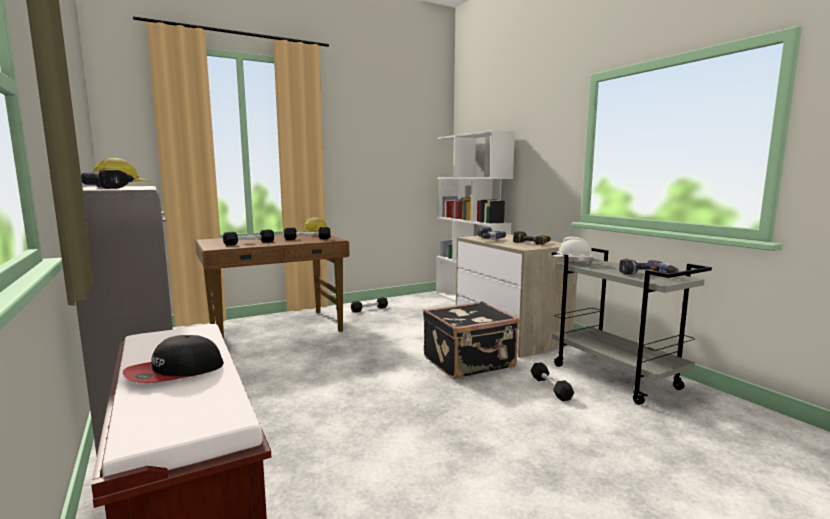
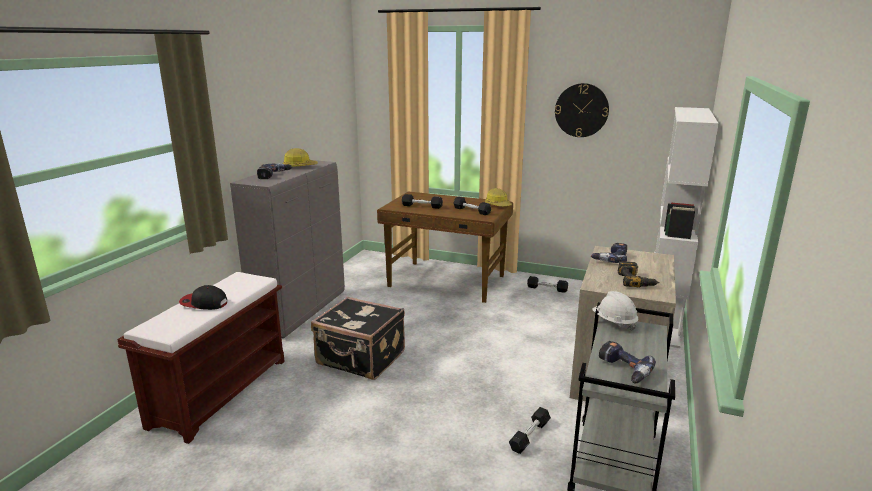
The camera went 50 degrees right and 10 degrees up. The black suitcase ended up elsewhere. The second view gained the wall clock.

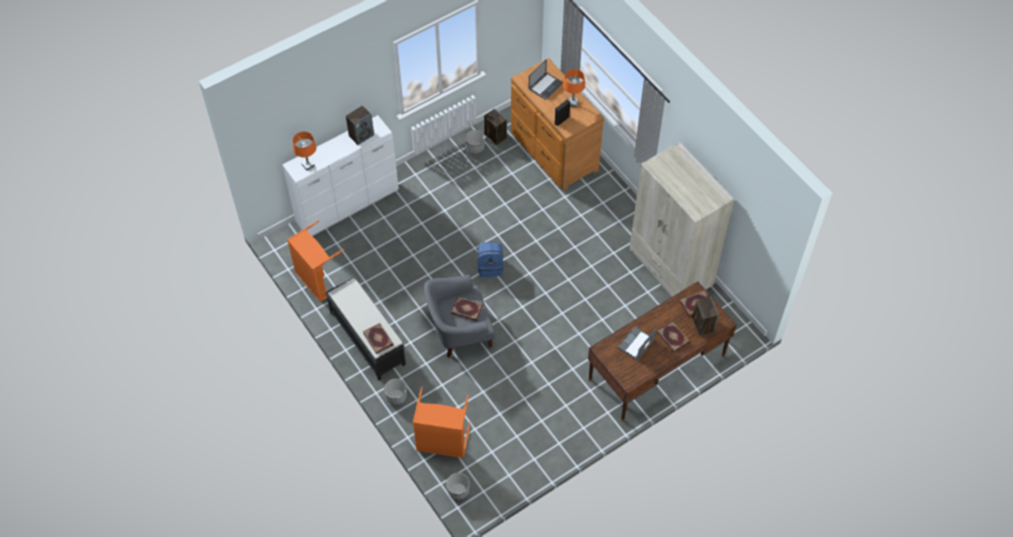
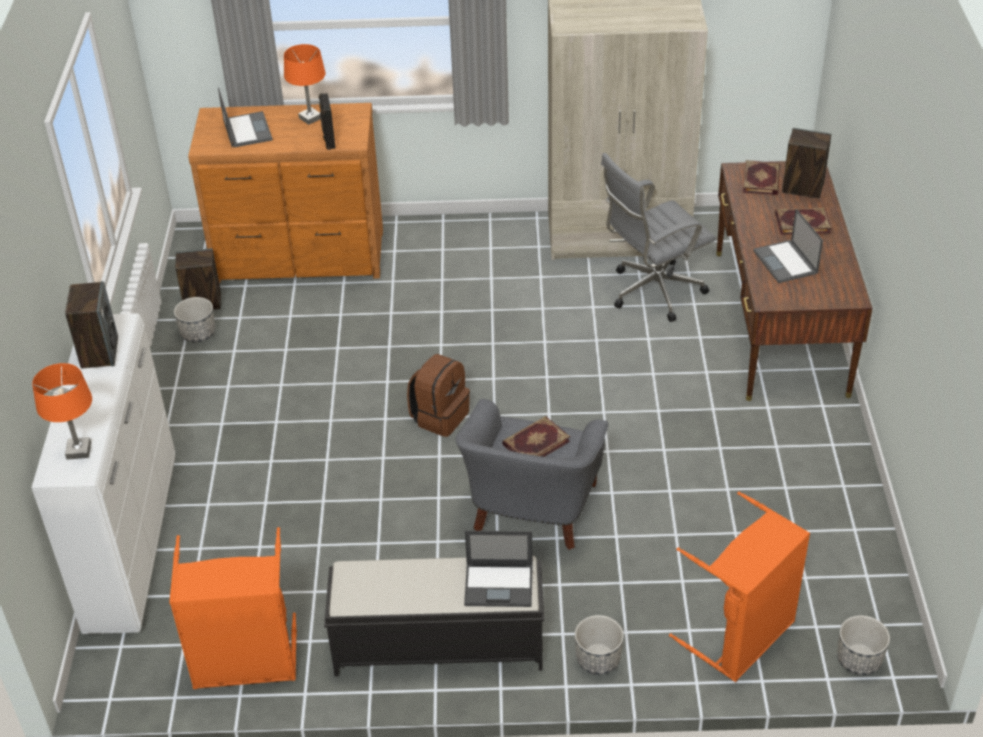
The camera went 55 degrees left and 15 degrees down. What was the blue backpack turned into the brown backpack. Where the book (no. 1 from left) stood, the laptop (no. 2 from left) came to stand. The second view gained the grey office chair.

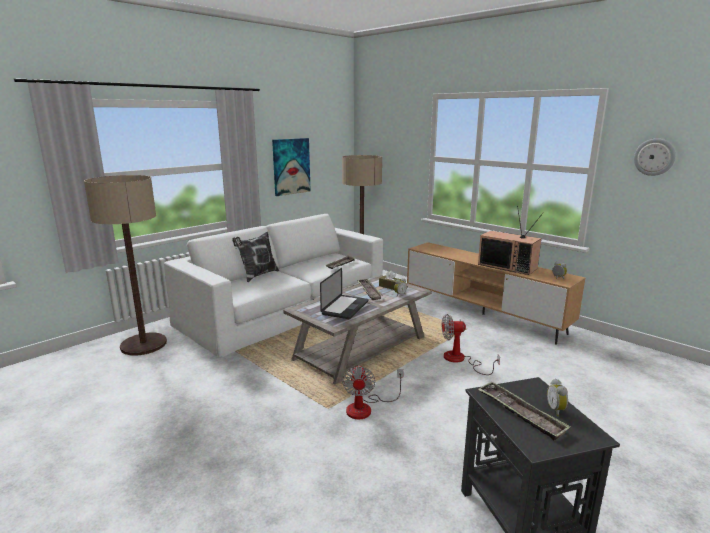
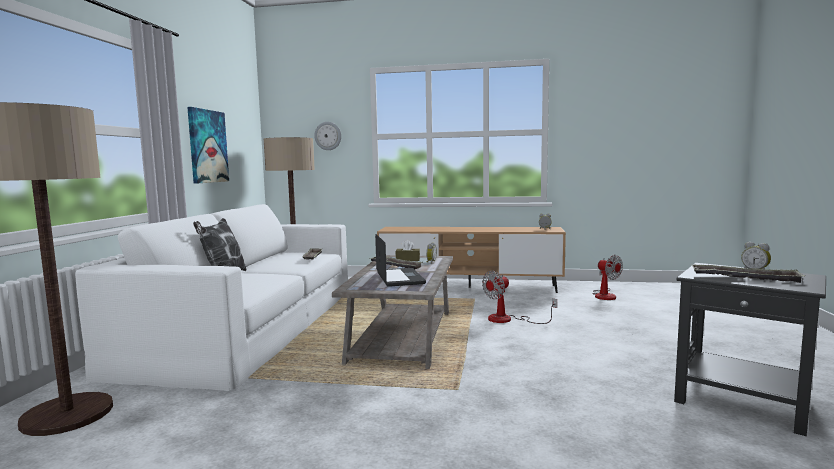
The camera went 35 degrees left and 10 degrees down. The wall clock ended up elsewhere. The fan (no. 1 from left in the first image) ended up elsewhere. The second view lost the television.

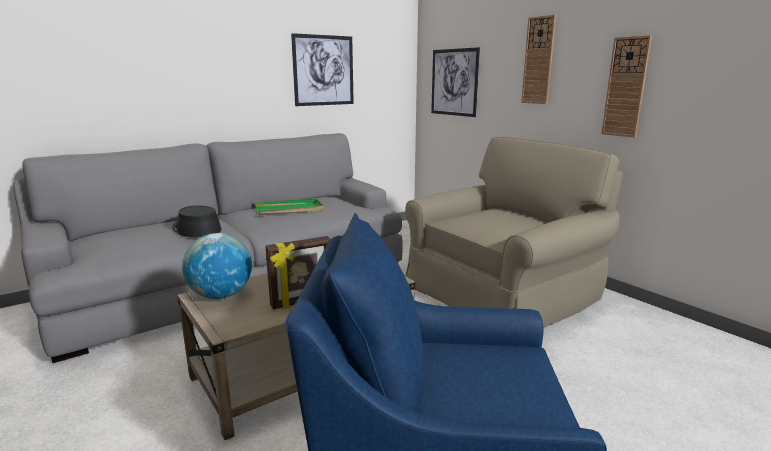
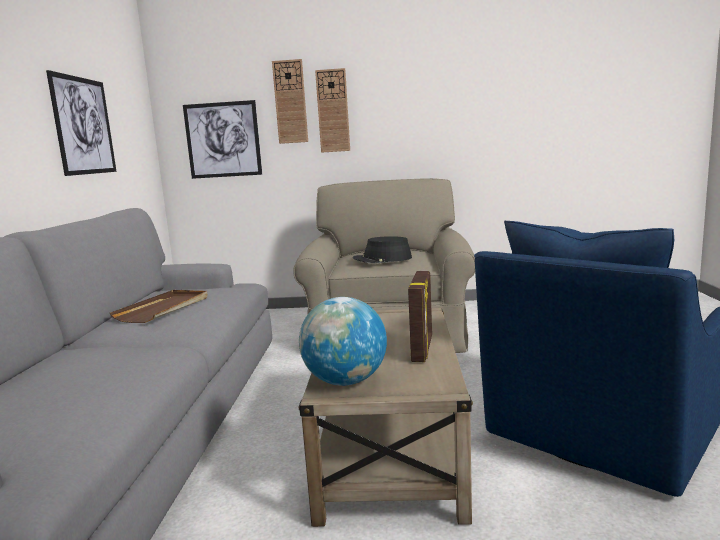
The camera went 50 degrees left and 5 degrees down. What was the green tray turned into the brown tray. The wall clock (no. 2 from left in the first image) ended up elsewhere. The black hat ended up elsewhere.

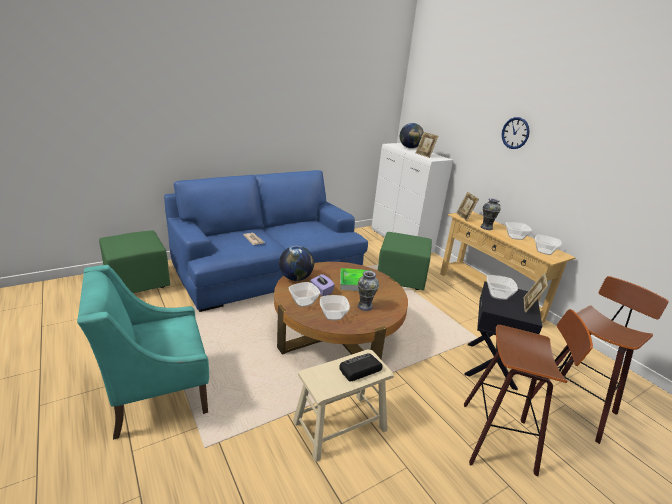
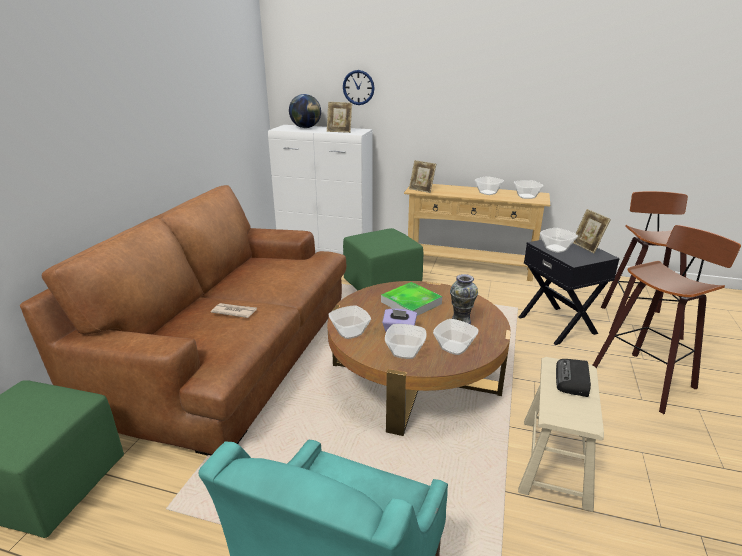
The camera went 40 degrees left and 0 degrees up. What was the blue sofa turned into the brown sofa. Where the globe (no. 1 from left) stood, the bowl (no. 1 from left) came to stand. The wall clock ended up elsewhere. The second view lost the vase (no. 2 from left).

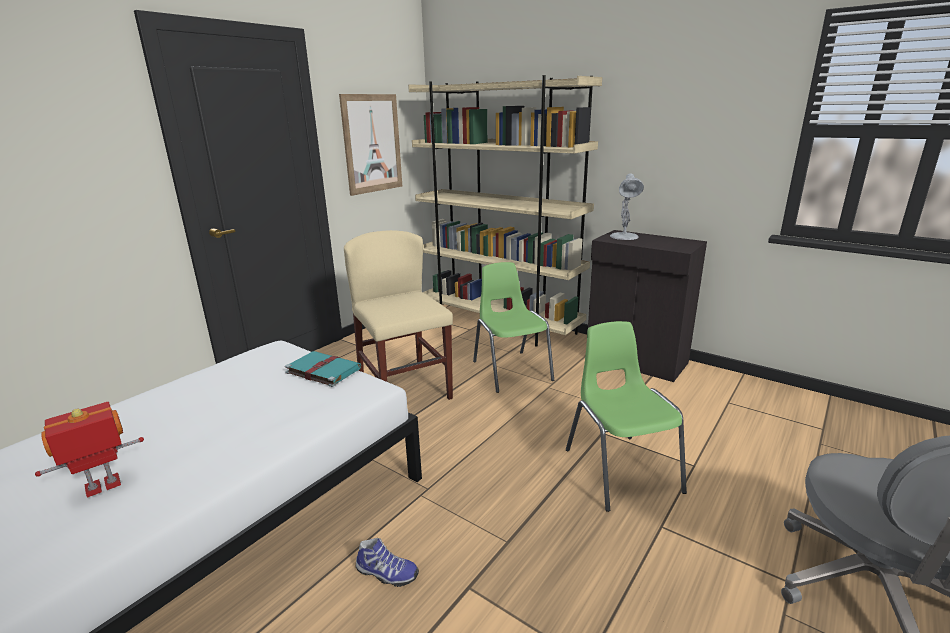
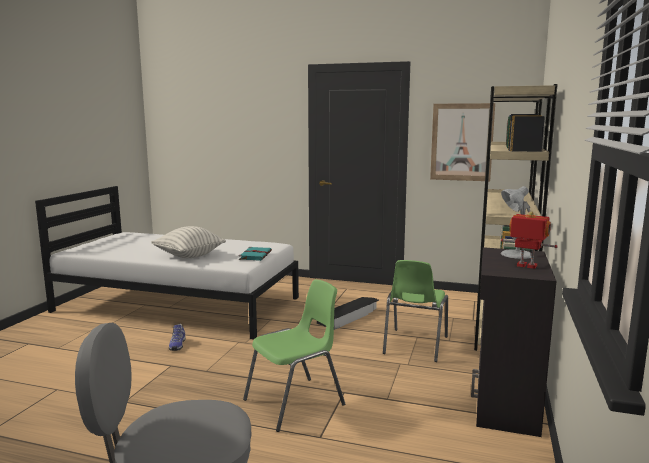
The camera went 70 degrees right and 10 degrees down. The second view gained the pillow. Where the beige chair stood, the black storage box came to stand. The green chair (no. 1 from left in the first image) ended up facing another way, 150 degrees clockwise from before. The toy robot ended up elsewhere.

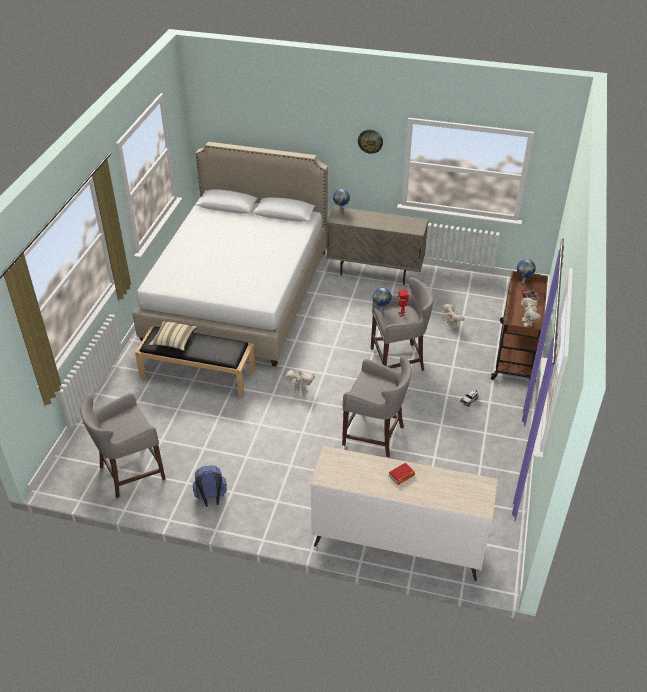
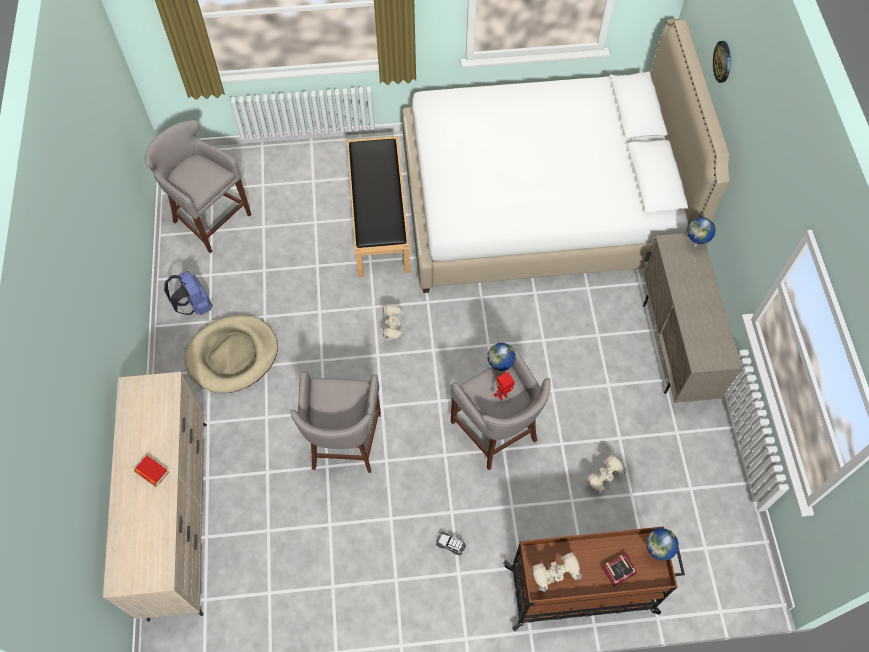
The camera went 70 degrees right and 20 degrees up. The second view gained the beige dog bed. The wall clock ended up elsewhere. The second view lost the beige pillow.

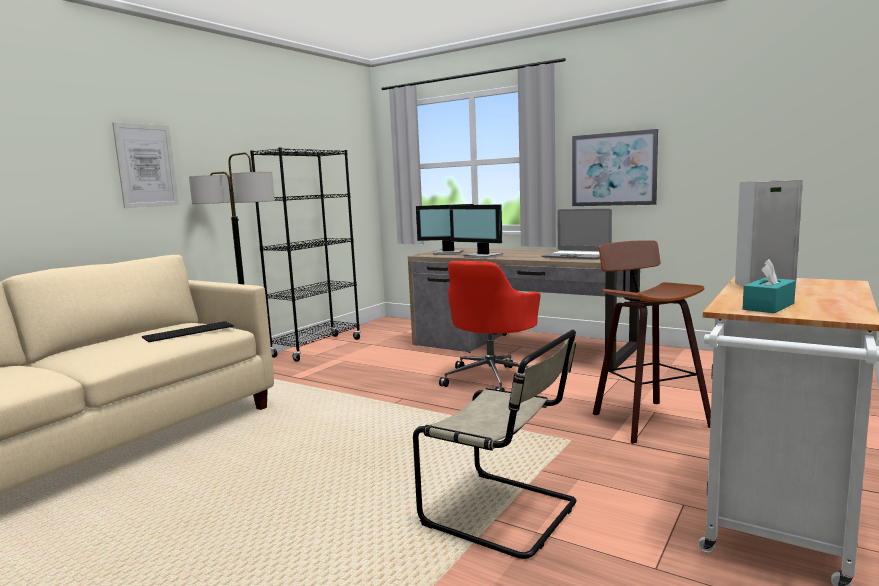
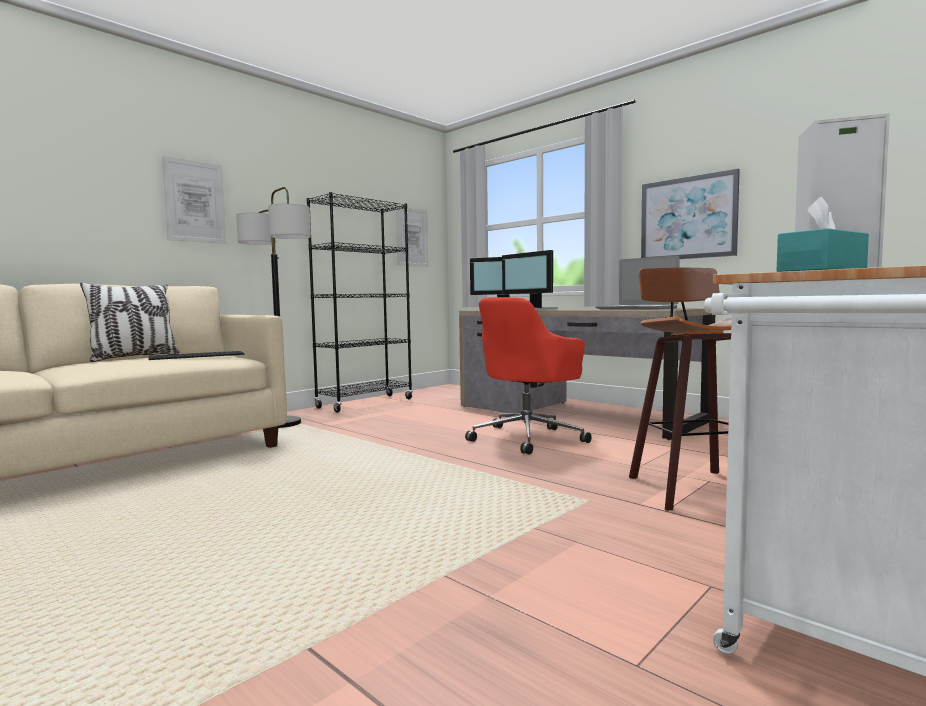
The camera went 10 degrees right and 5 degrees down. The second view gained the pillow. The second view gained the picture (no. 2 from left). The second view lost the beige chair.

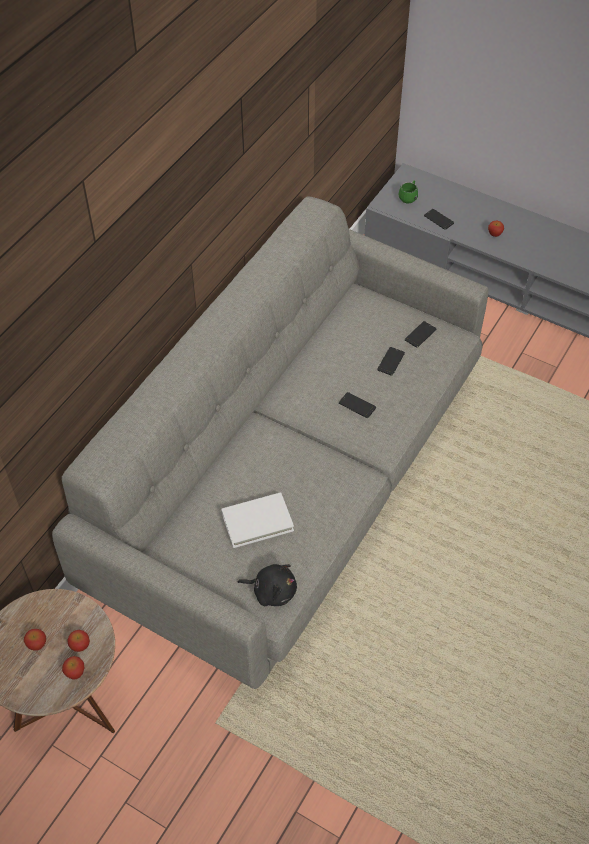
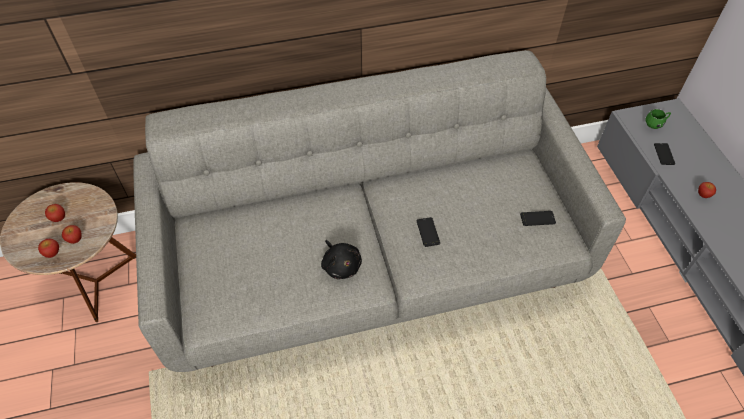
The camera went 45 degrees right and 0 degrees up. The black plush toy ended up elsewhere. The second view lost the white book. The second view lost the phone (no. 2 from left).

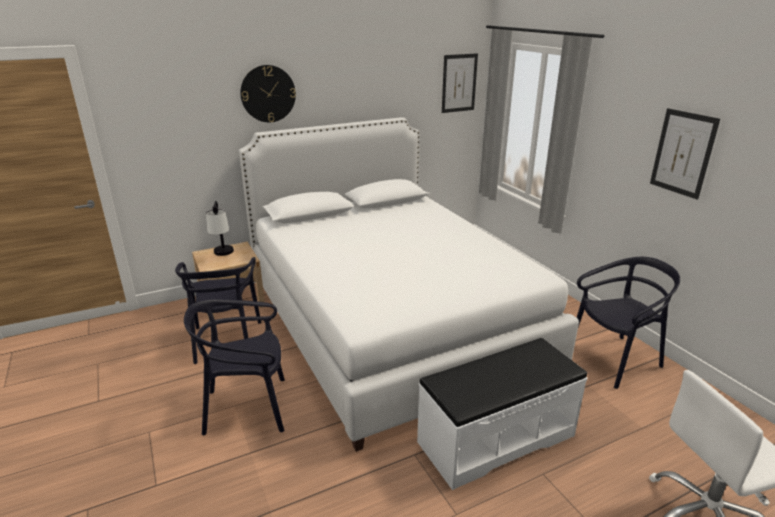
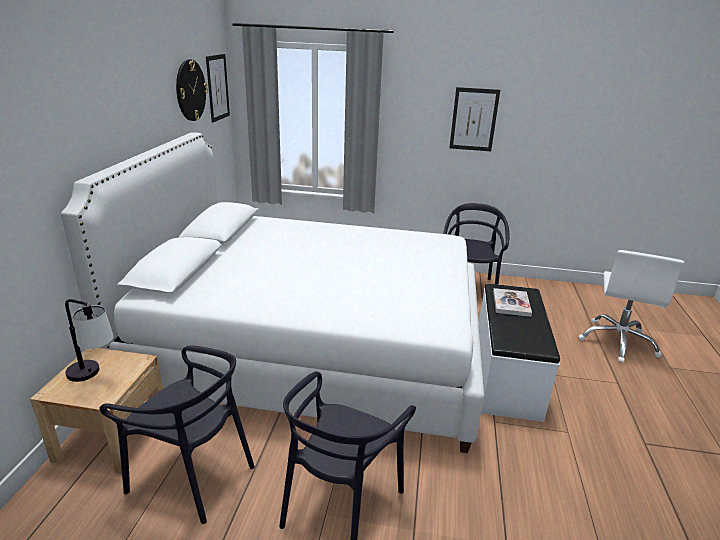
The camera went 55 degrees left and 0 degrees up. The wall clock ended up elsewhere. The second view gained the book.

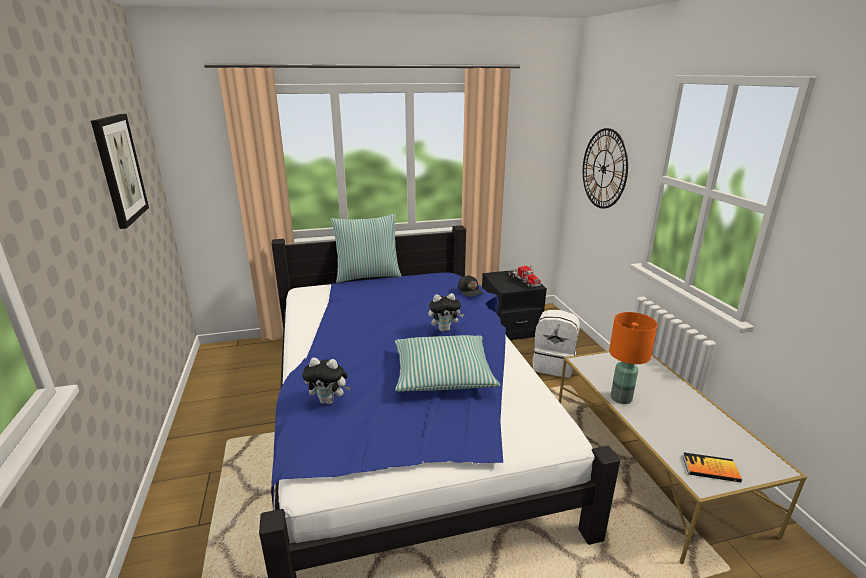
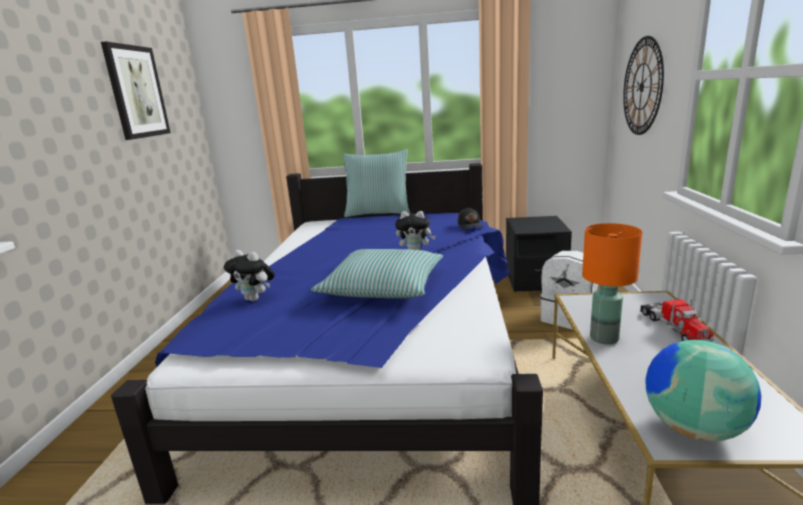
The camera went 20 degrees right and 5 degrees down. The toy truck ended up elsewhere. Where the book stood, the globe came to stand.

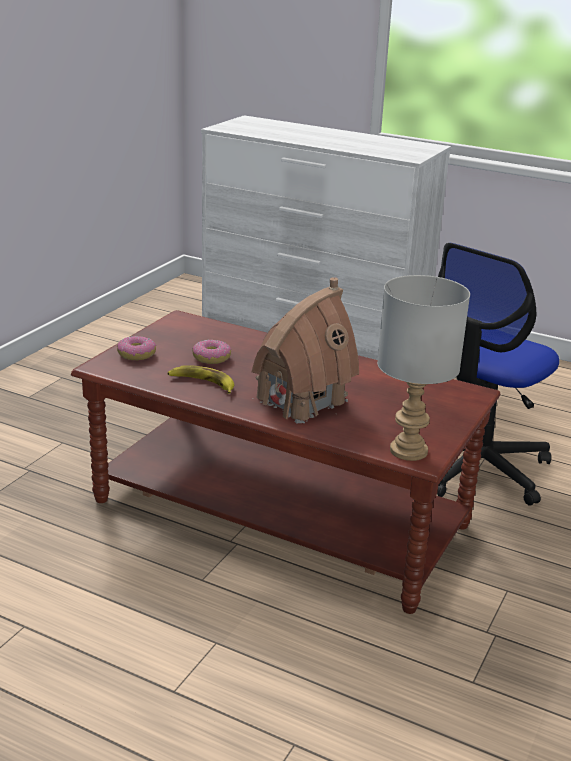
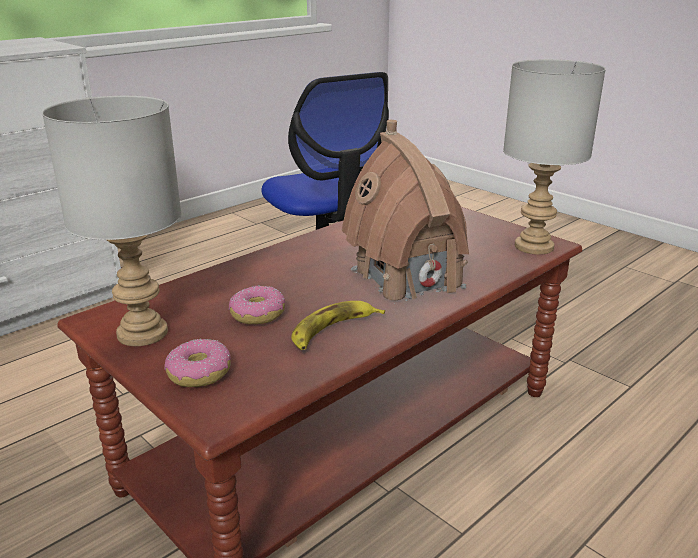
The camera went 70 degrees left and 0 degrees up. The second view gained the grey table lamp (no. 1 from left).

